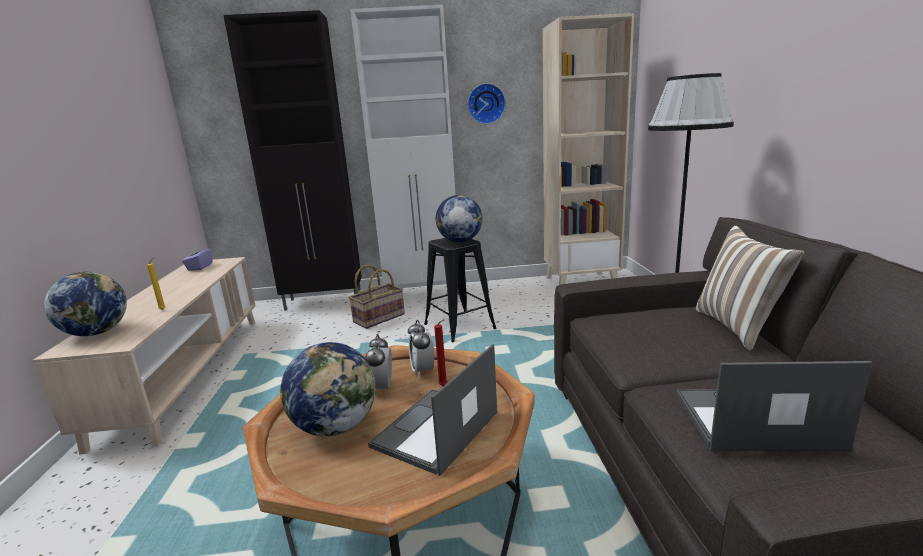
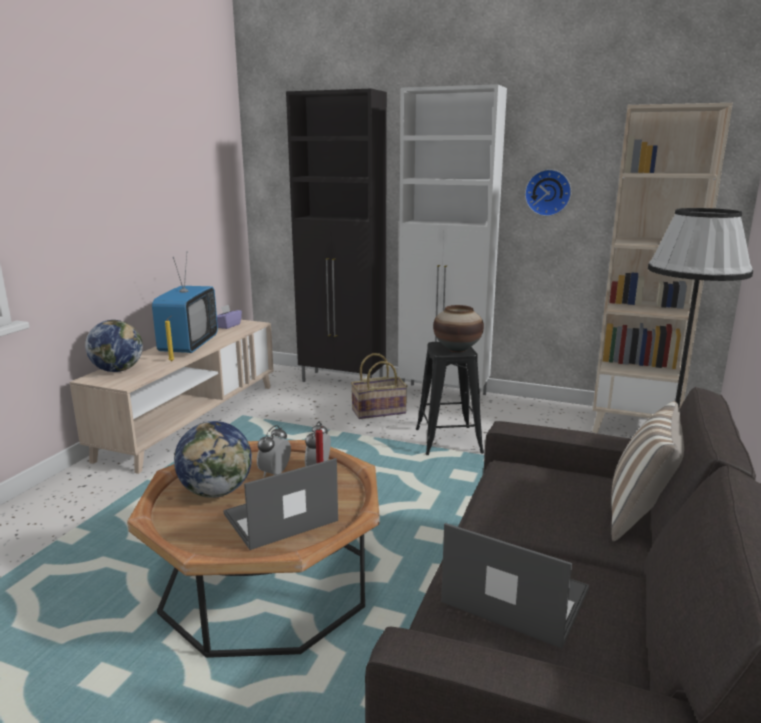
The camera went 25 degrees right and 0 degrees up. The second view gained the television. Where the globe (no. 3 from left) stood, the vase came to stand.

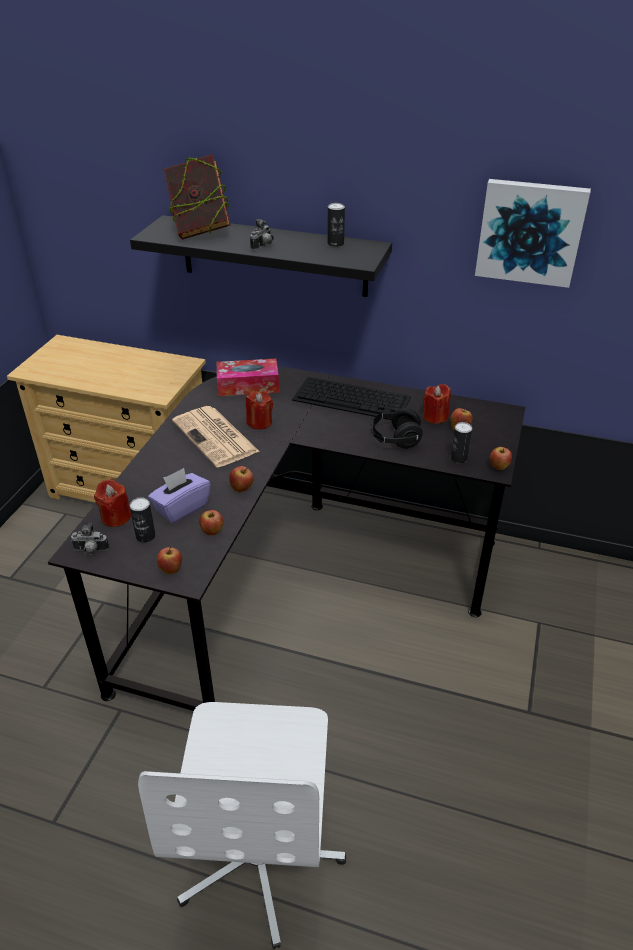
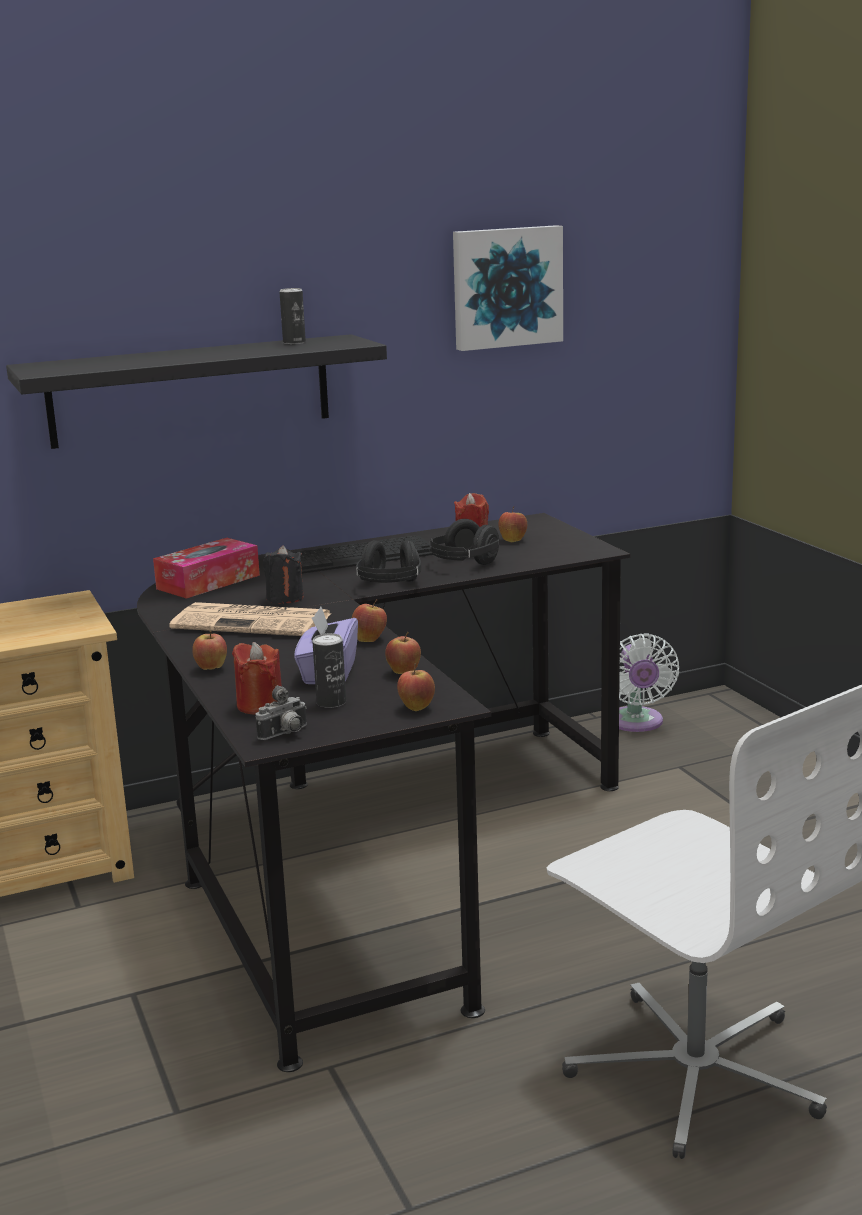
The camera went 40 degrees left and 20 degrees down. The apple (no. 5 from left in the first image) ended up elsewhere. What was the red candle (no. 2 from left) turned into the black candle. The second view gained the black headphones (no. 1 from left). The second view gained the white fan. The second view lost the book. The second view lost the photo camera (no. 2 from left). The second view lost the can (no. 3 from left).

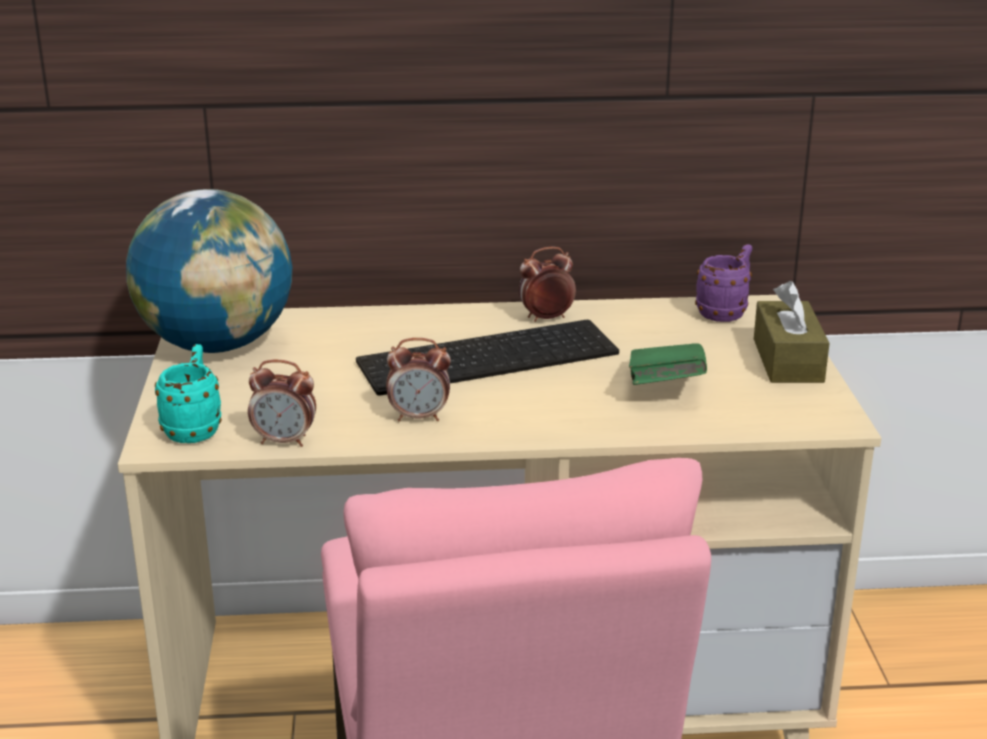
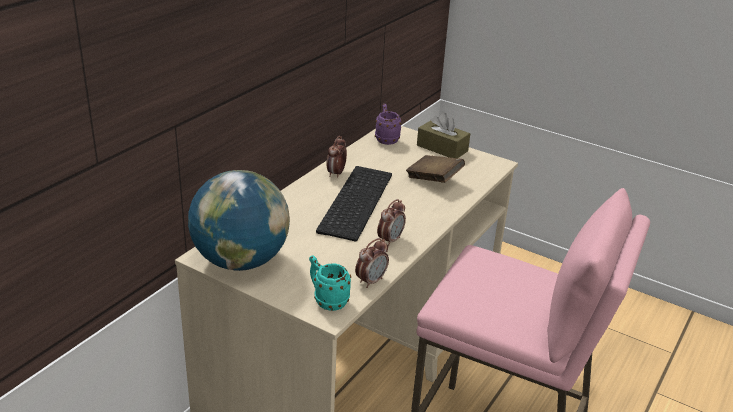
The camera went 55 degrees left and 5 degrees up. What was the green book turned into the brown book.

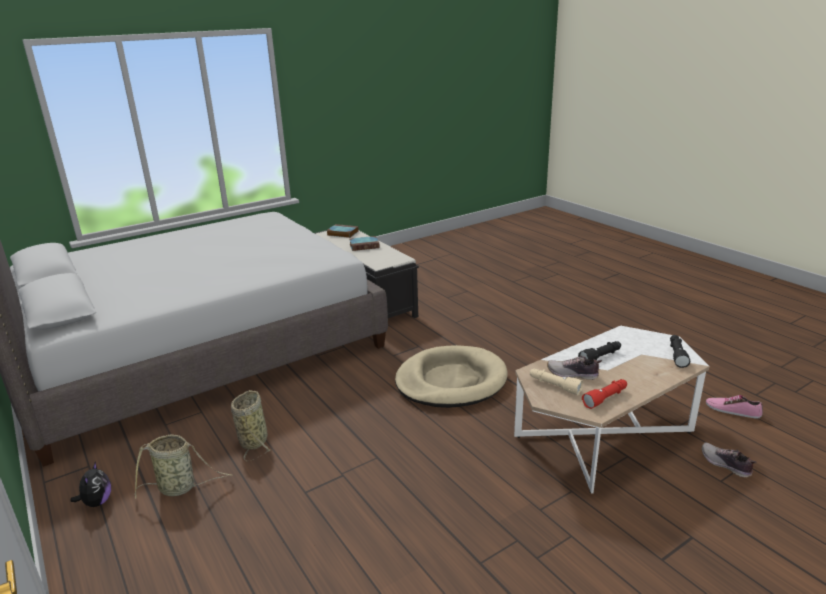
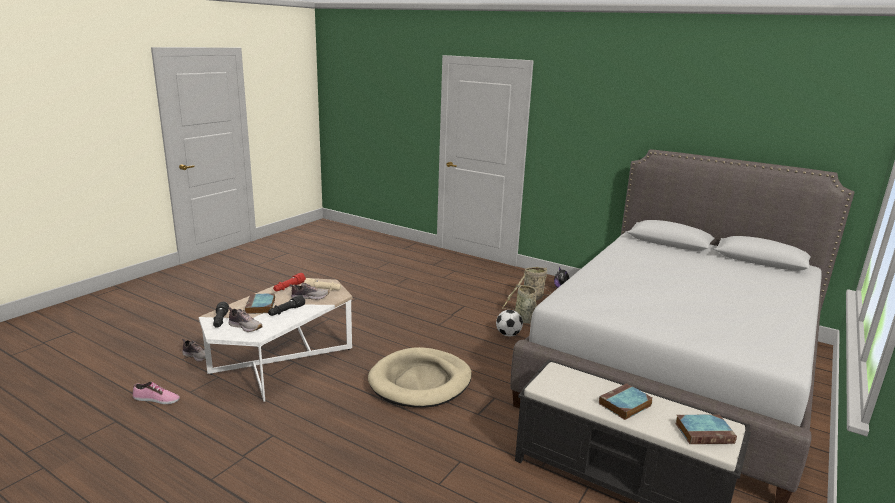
The camera went 155 degrees right and 5 degrees down. The second view gained the shoe (no. 3 from left). The second view gained the book (no. 1 from left). The second view gained the football.

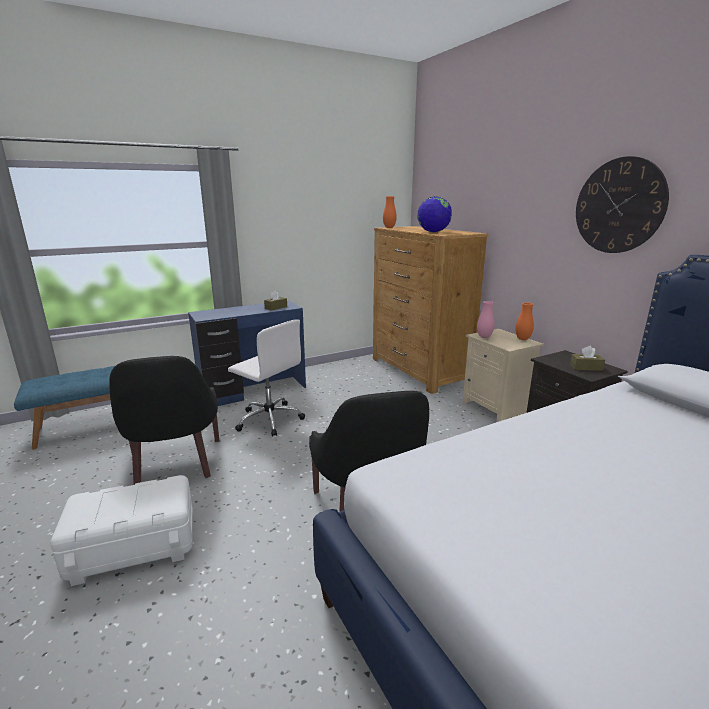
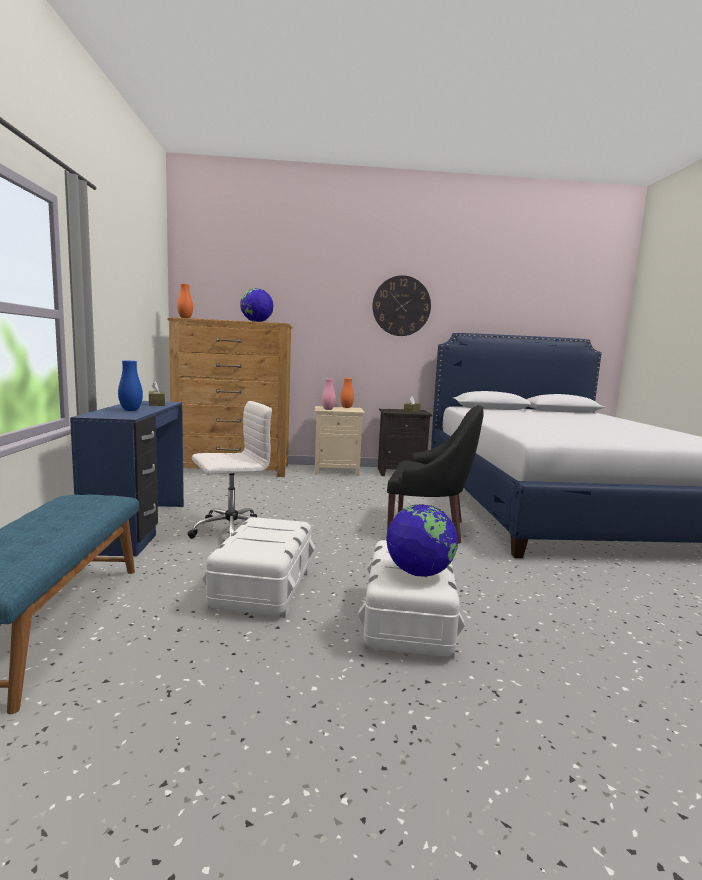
The camera went 65 degrees left and 10 degrees down. The second view gained the blue vase. Where the black armchair (no. 1 from left) stood, the white storage box (no. 1 from left) came to stand. The second view gained the globe (no. 2 from left).

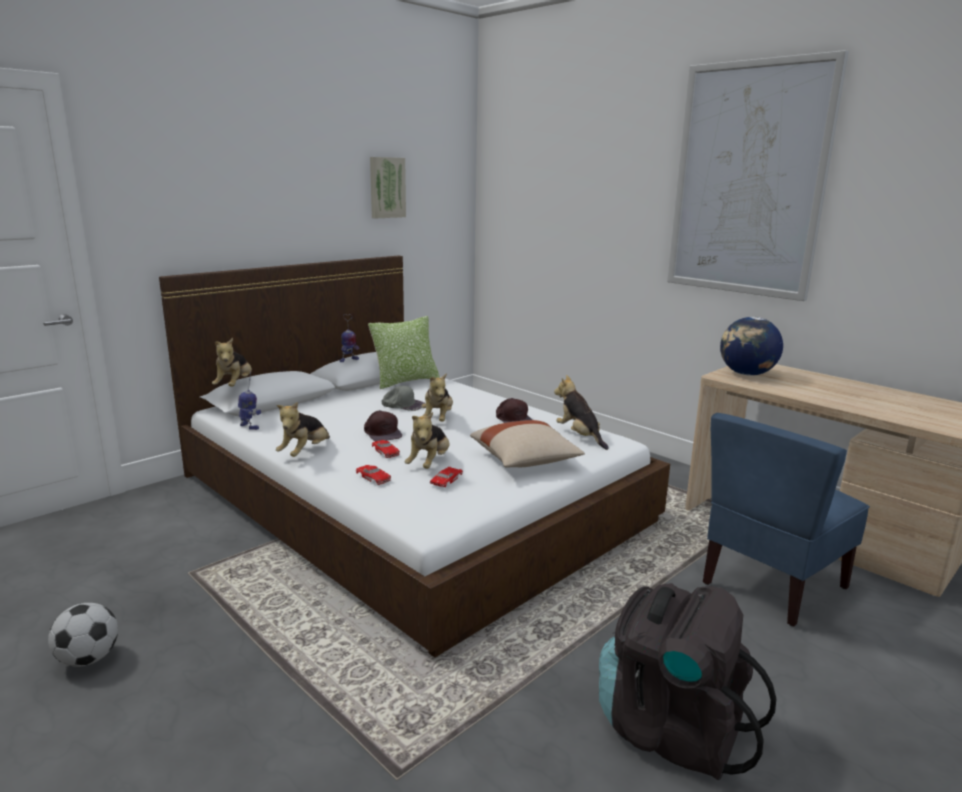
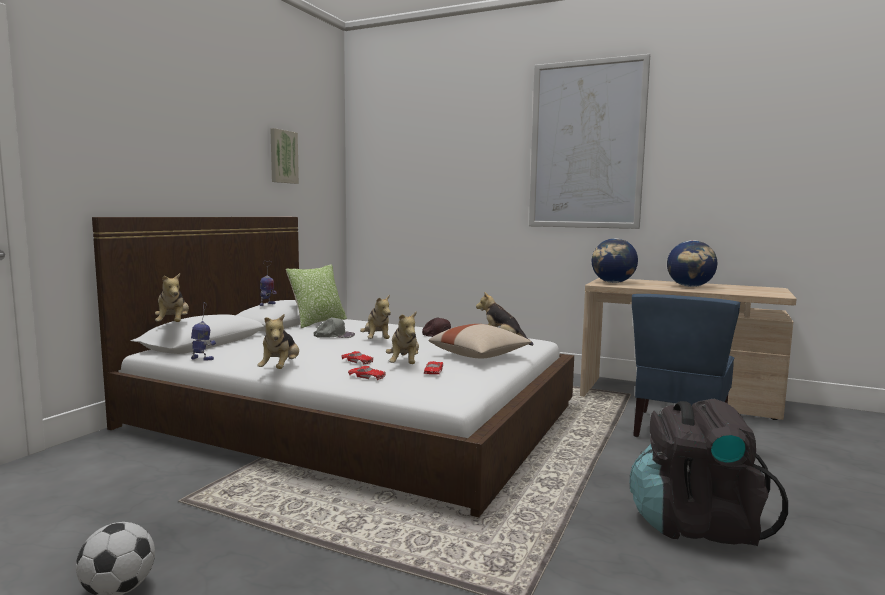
The camera went 20 degrees left and 10 degrees down. The second view gained the globe (no. 2 from left). The second view lost the brown cap (no. 1 from left).

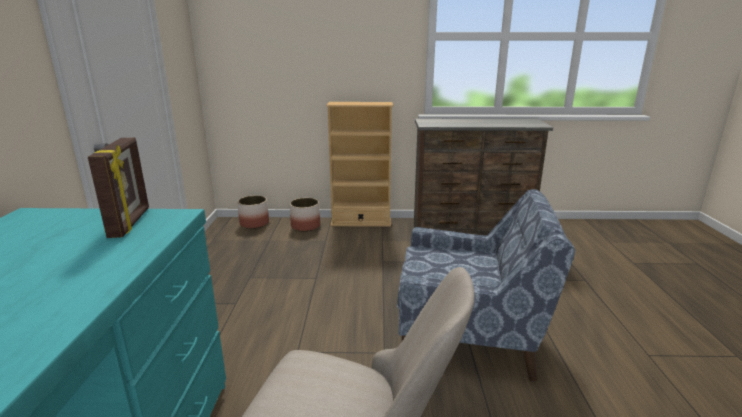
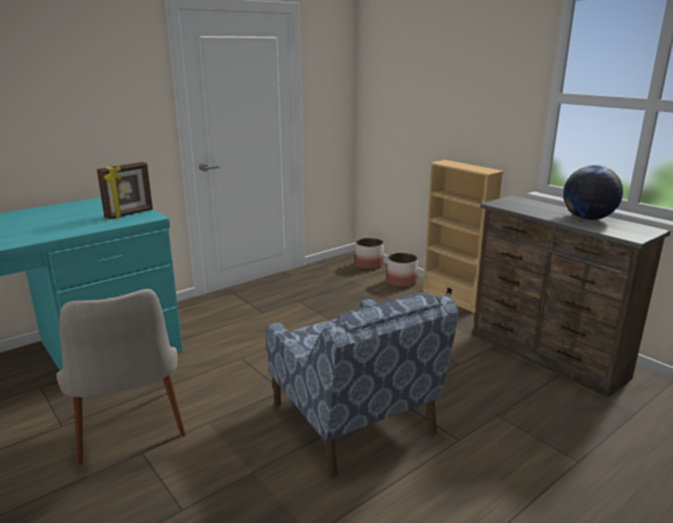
The camera went 50 degrees right and 0 degrees up. The second view gained the globe.

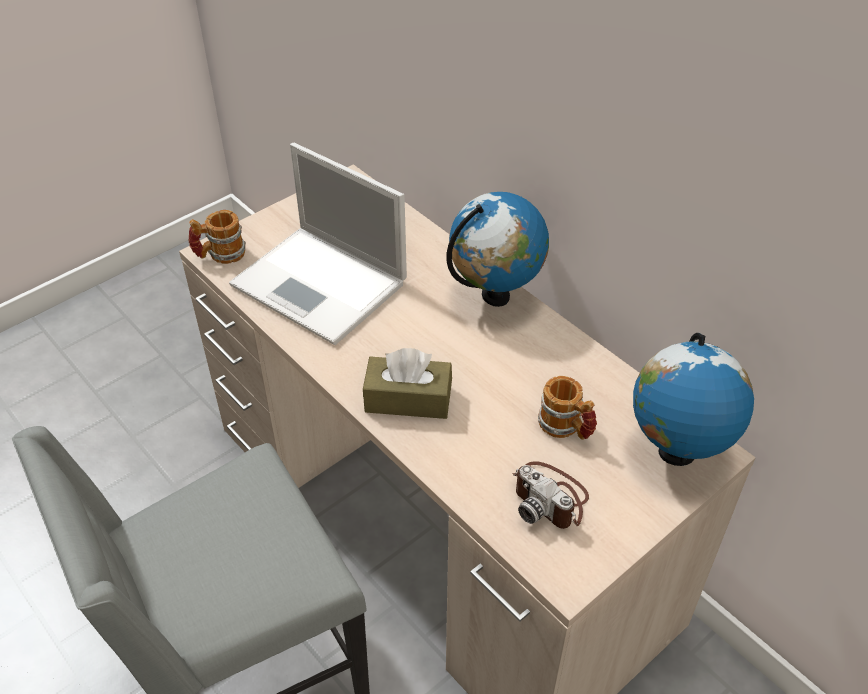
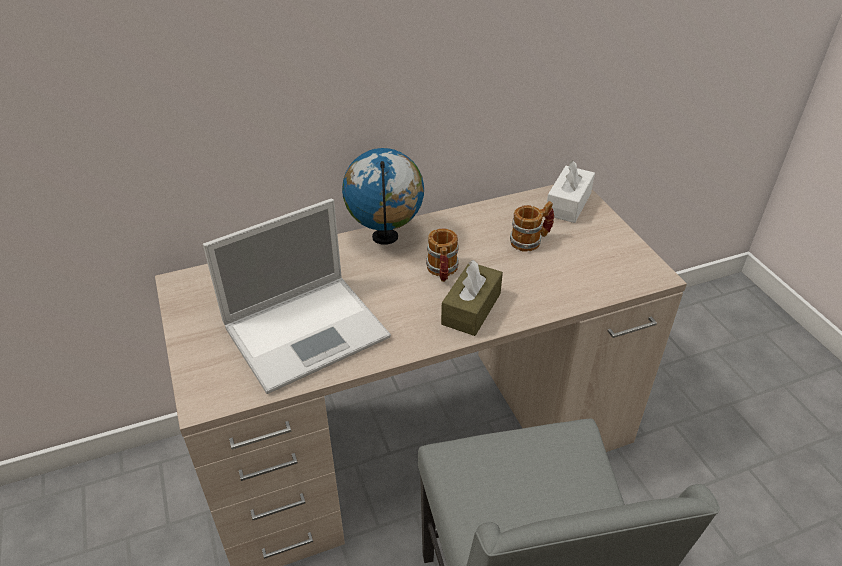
The camera went 70 degrees left and 5 degrees down. The mug (no. 1 from left) ended up elsewhere. Where the globe (no. 2 from left) stood, the white tissue box came to stand. The second view lost the photo camera.

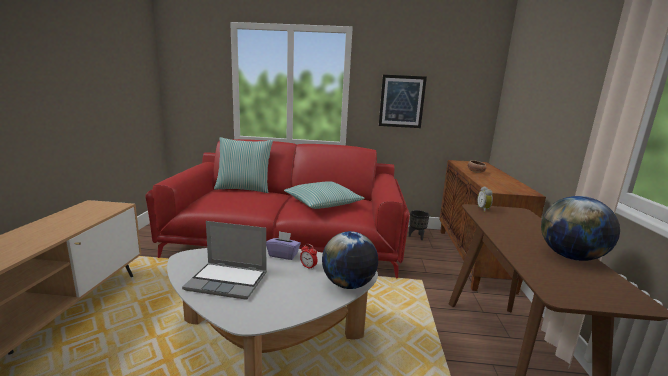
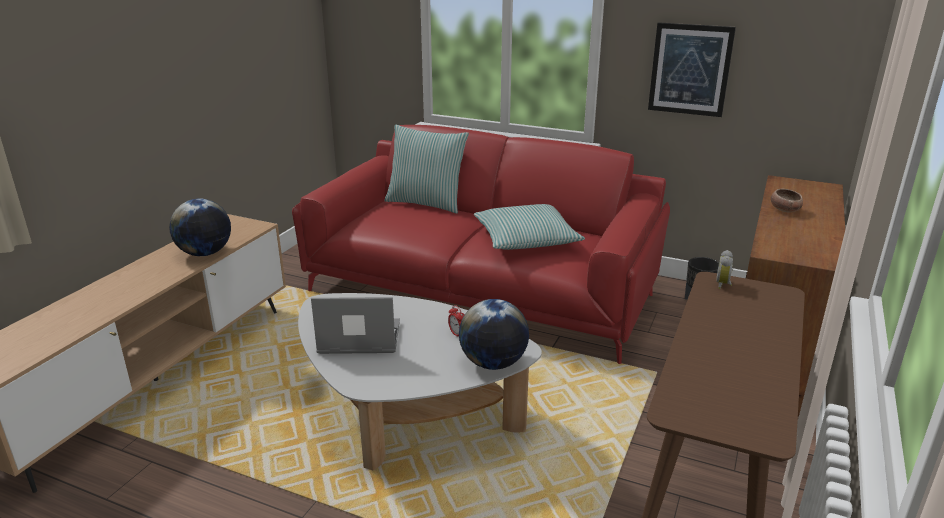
The camera went 20 degrees right and 10 degrees up. The globe (no. 2 from left in the first image) ended up elsewhere. The laptop ended up facing another way, 150 degrees clockwise from before. The second view lost the purple tissue box.

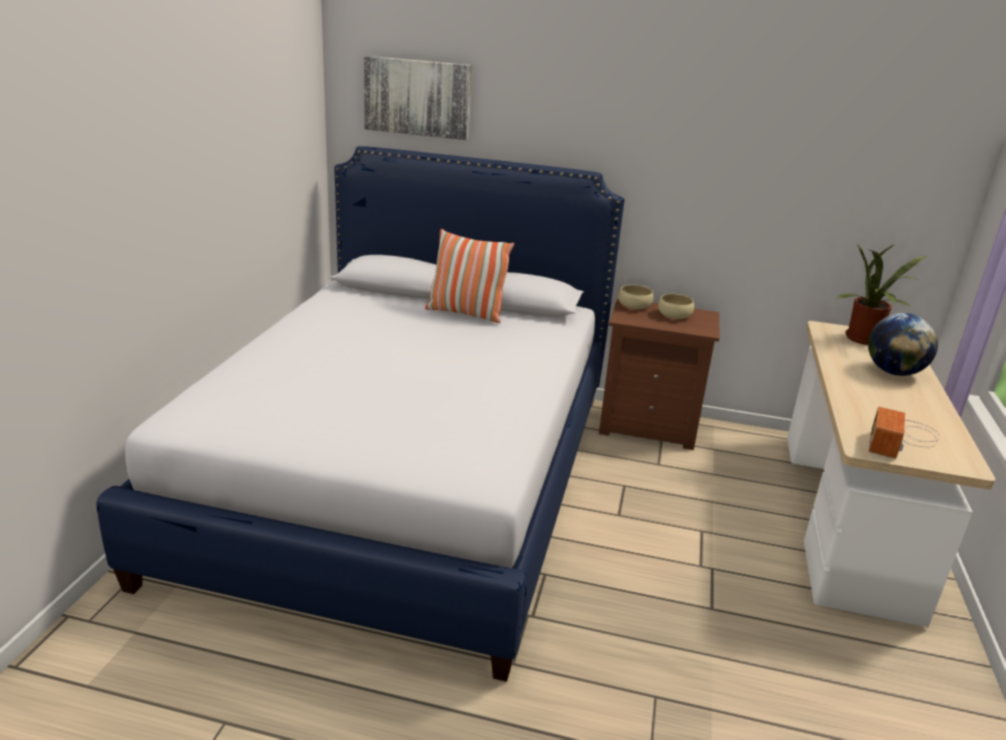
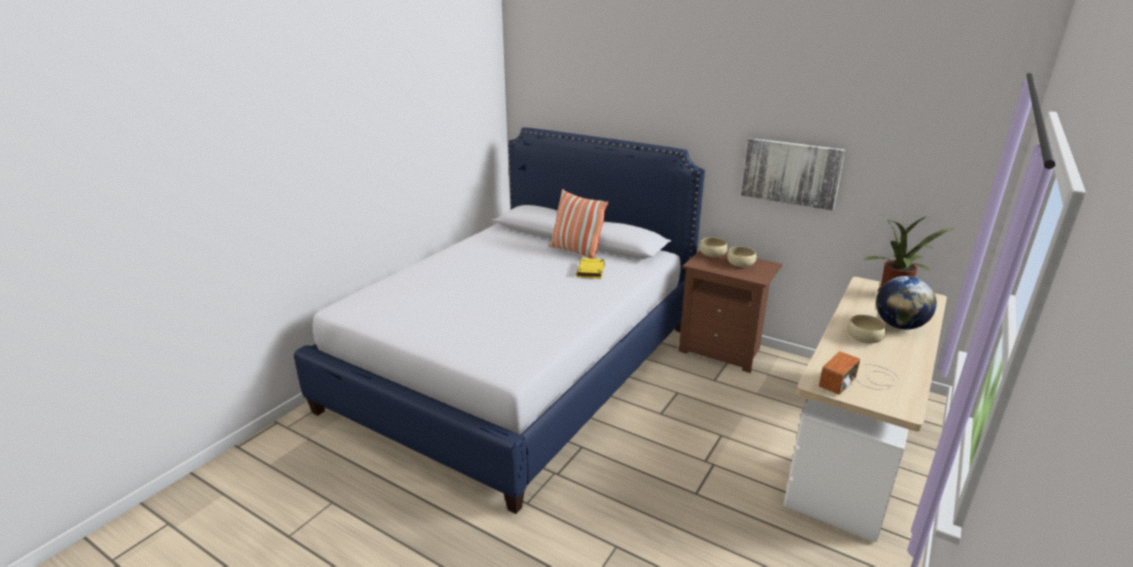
The camera went 20 degrees right and 0 degrees up. The second view gained the yellow book. The picture ended up elsewhere. The second view gained the beige bowl (no. 3 from left).

